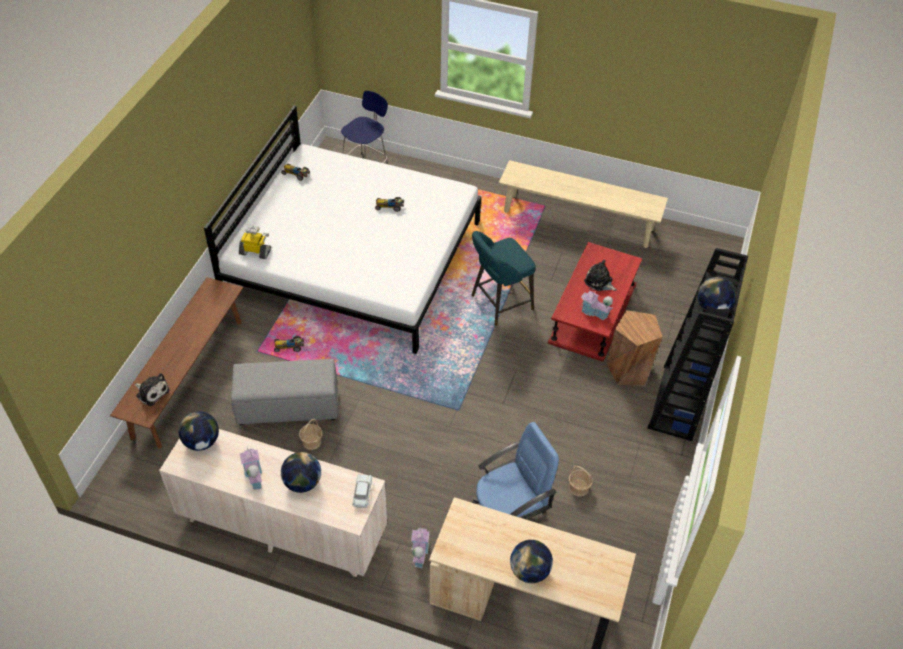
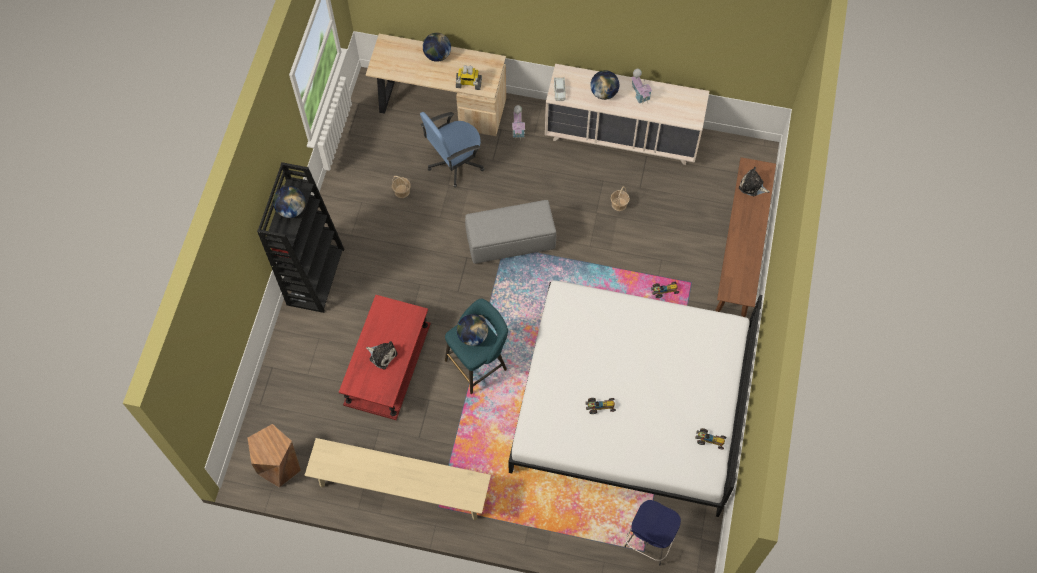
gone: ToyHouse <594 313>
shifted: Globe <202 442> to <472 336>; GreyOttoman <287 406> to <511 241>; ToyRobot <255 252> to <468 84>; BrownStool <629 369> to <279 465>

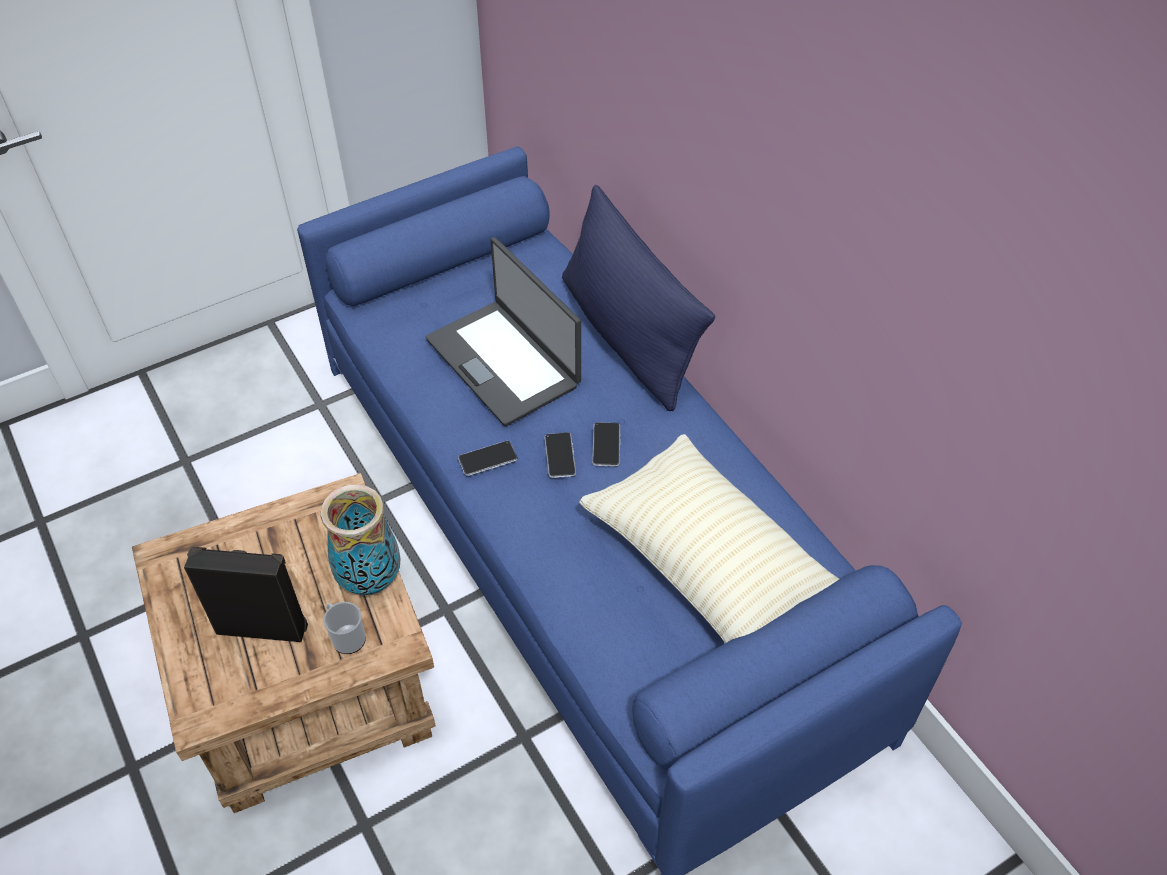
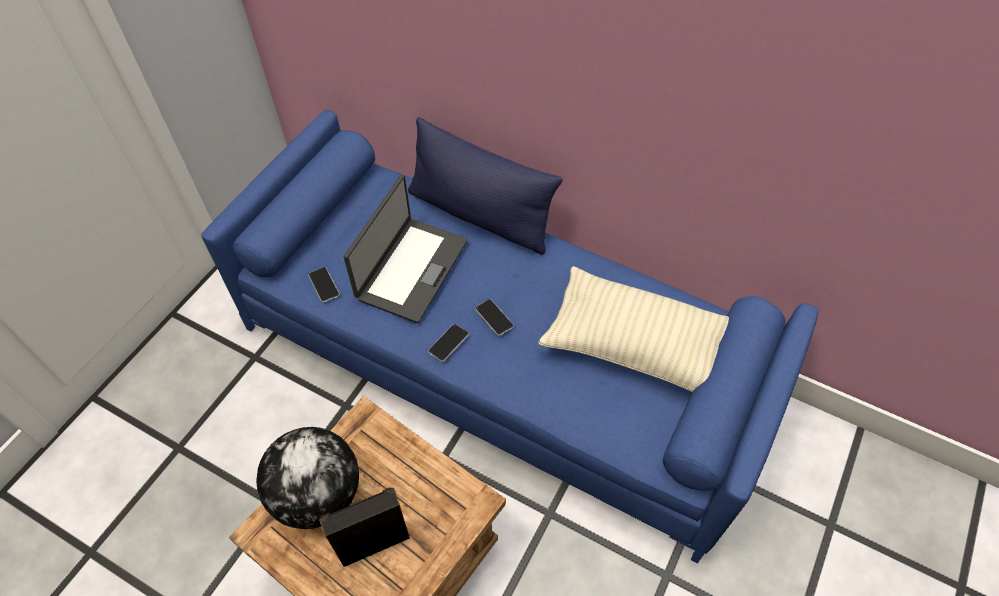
gone: Vase <370 578>; Mug <346 637>
new: Globe <318 494>
shifted: Phone <606 445> to <324 285>
rotated: Laptop <504 361> = <411 269> 90 degrees counterclockwise

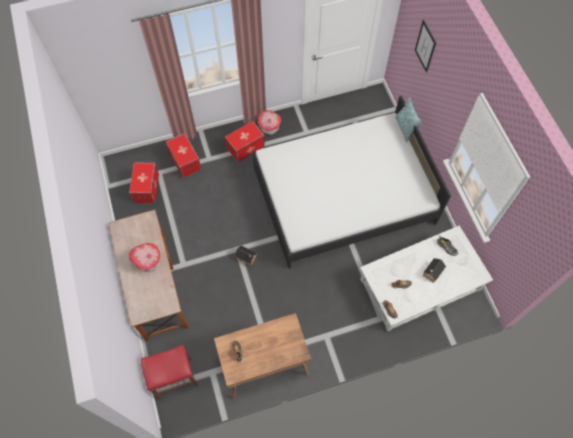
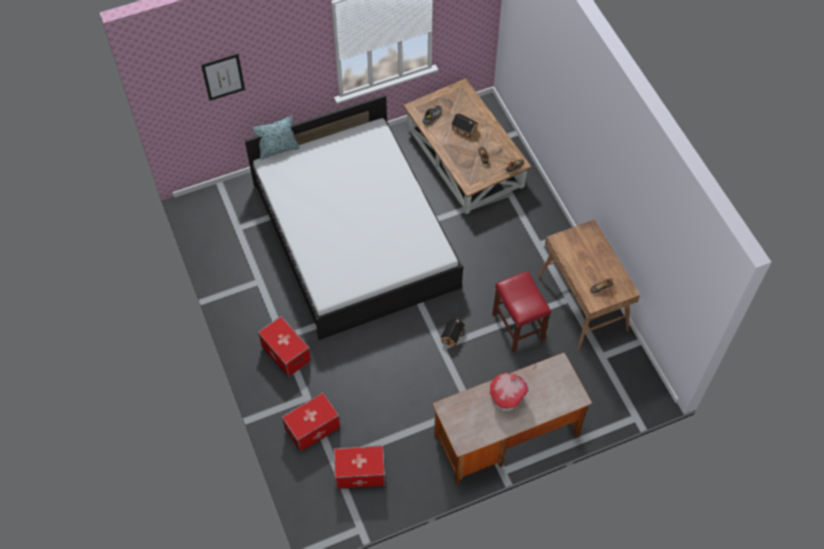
gone: ToyHouse <269 127>
shifted: RedStool <175 377> to <517 326>
repainted: WhiteCoffeeTable <420 284> to BrownCoffeeTable <463 157>

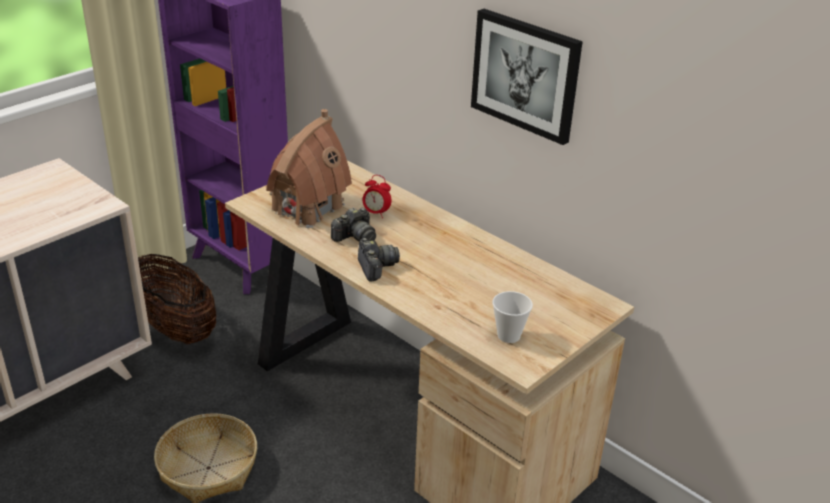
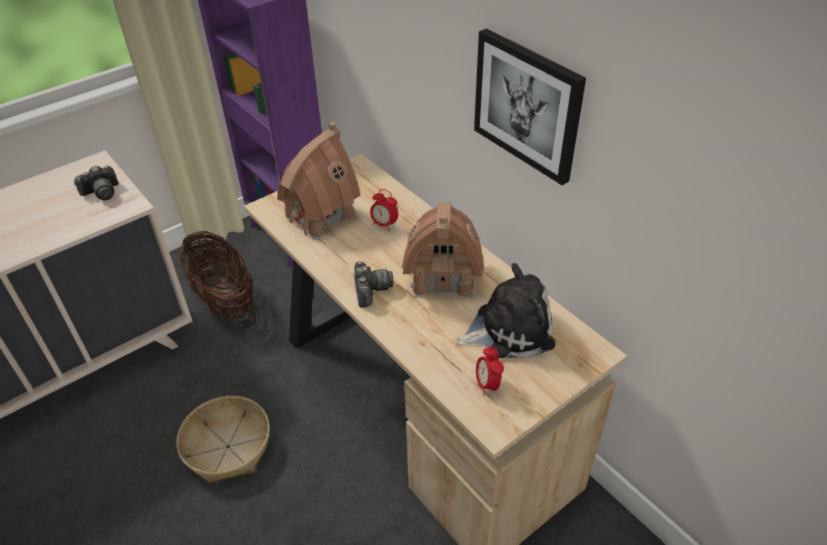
new: ToyHouse <443 277>; PlushToy <509 329>
shifted: PhotoCamera <355 237> to <101 192>
swapped: Cup <508 335> to AlarmClock <487 385>

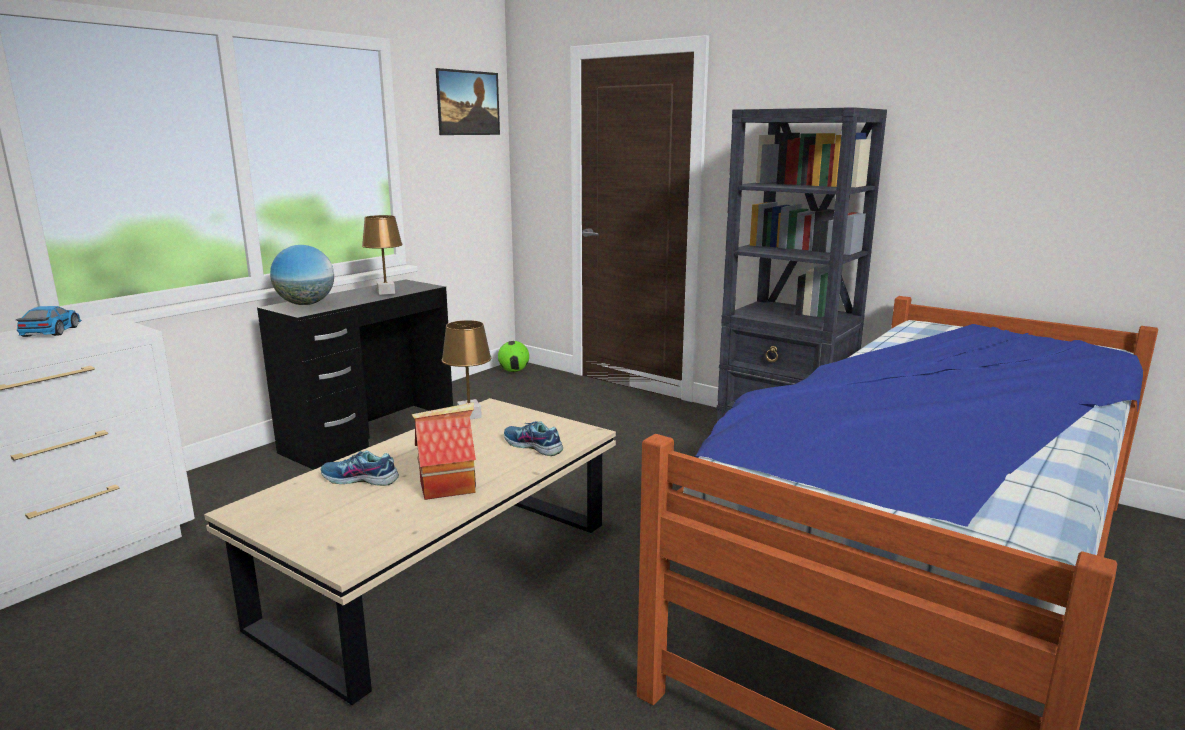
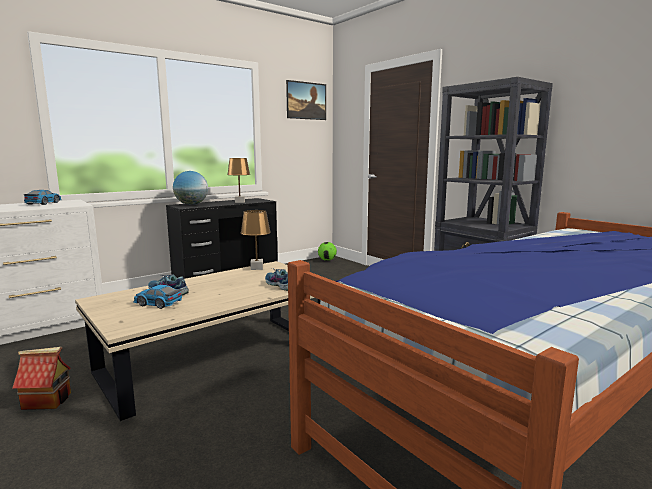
new: ToyCar <157 303>
shifted: ToyHouse <448 486> to <48 400>

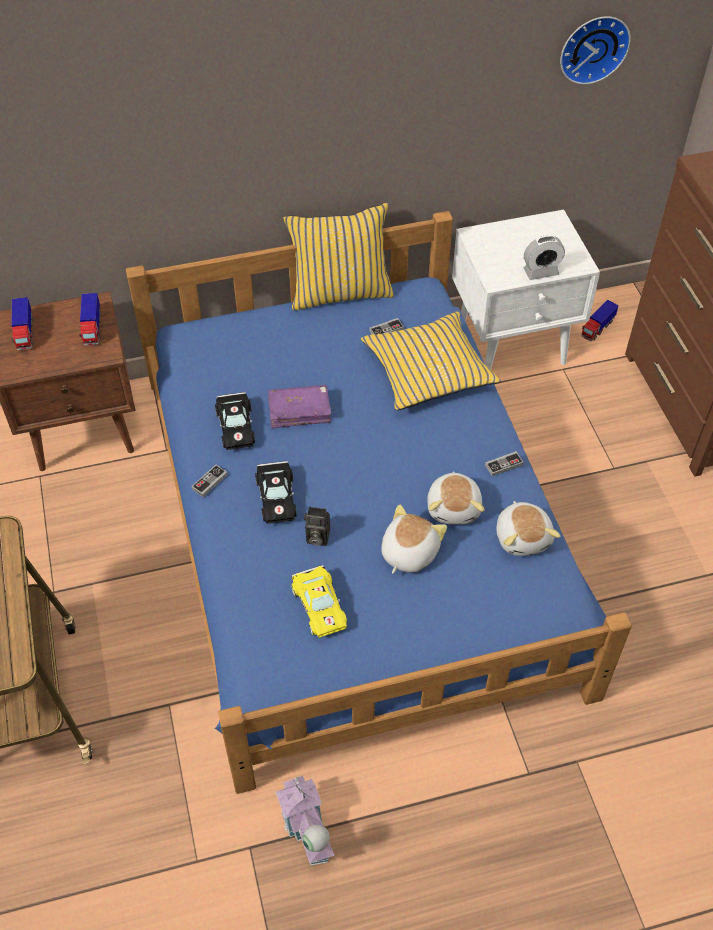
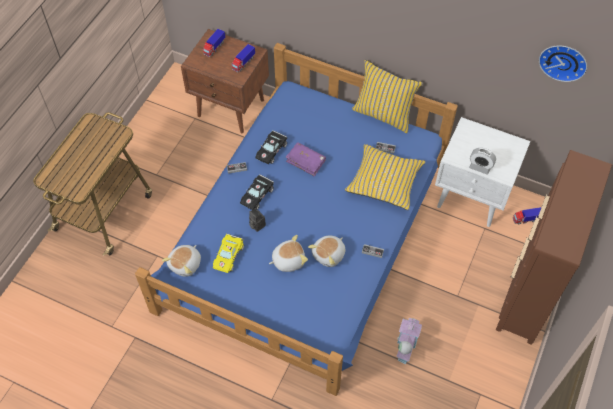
shifted: ToyHouse <306 833> to <405 346>; PlushToy <523 537> to <186 264>

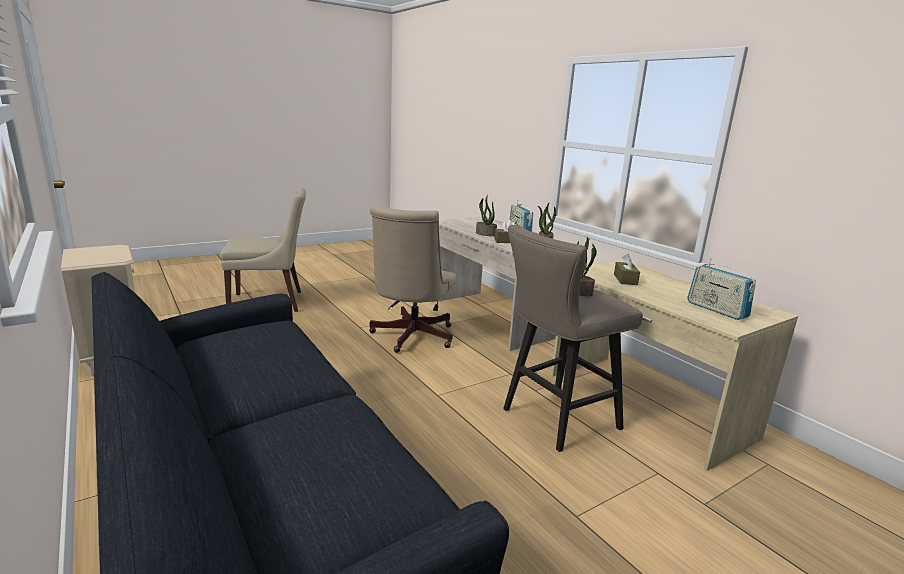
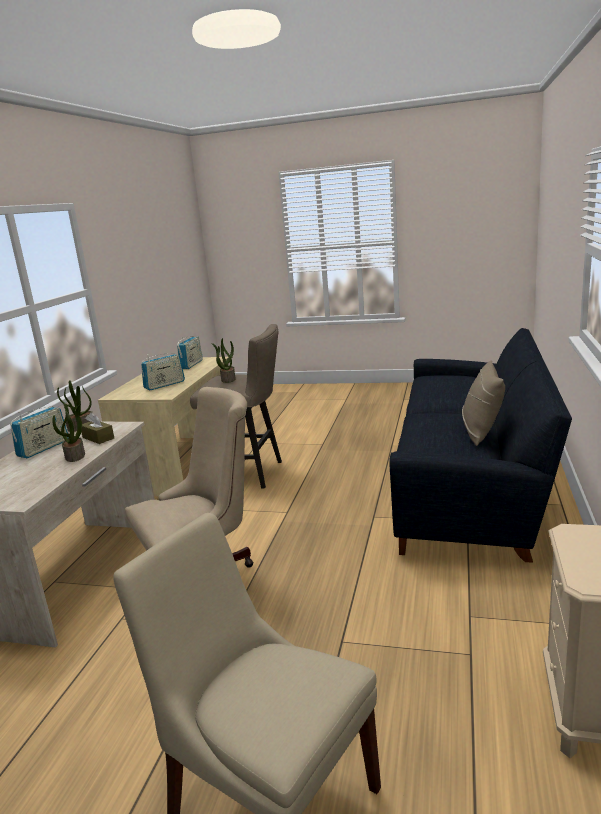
new: BeigePillow <481 432>
swapped: BrownTissueBox <625 279> to Radio <164 385>

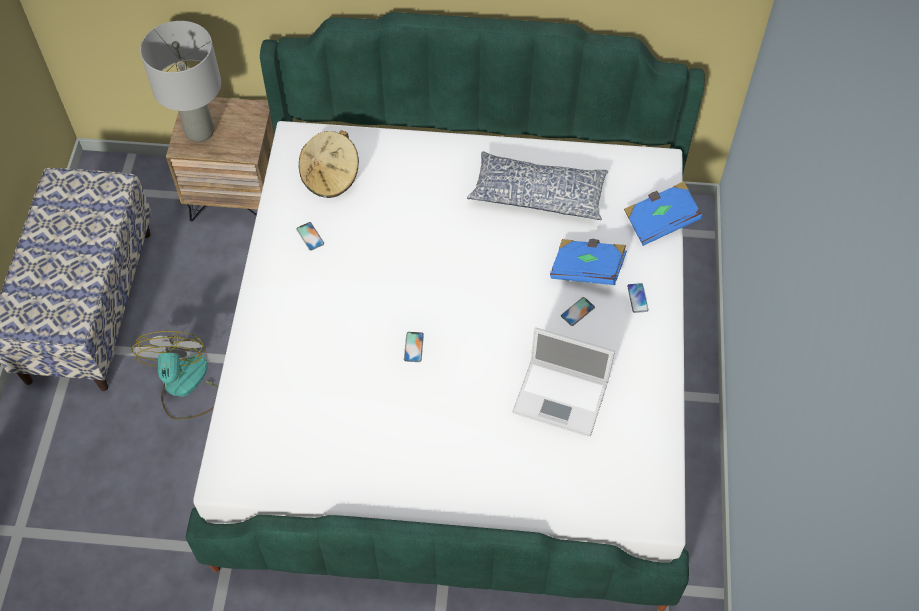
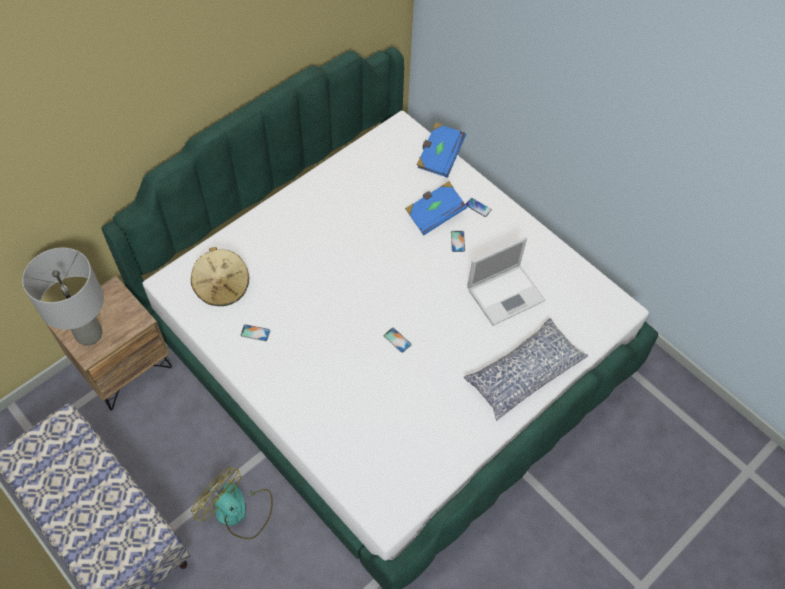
shifted: Pillow <538 194> to <523 373>

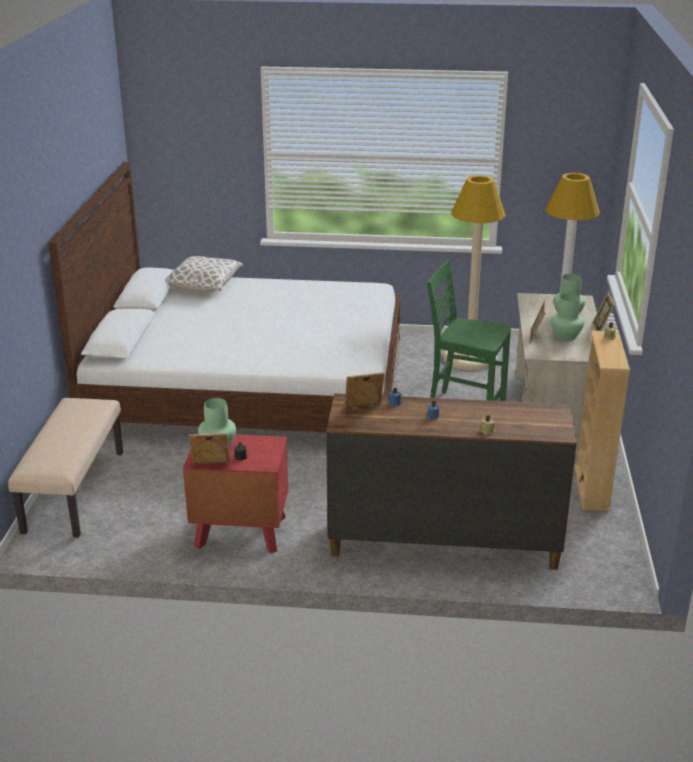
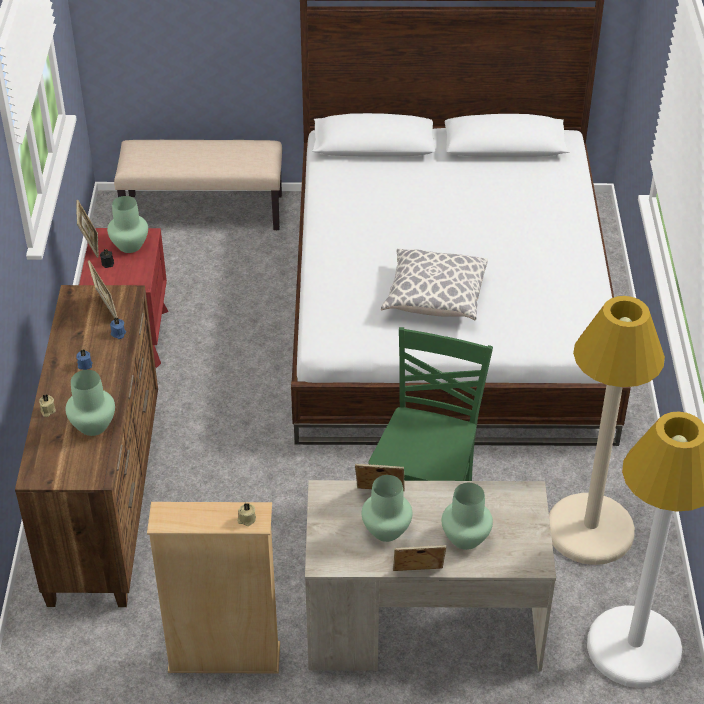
new: GreenVase <92 425>
shifted: Pillow <204 286> to <434 299>

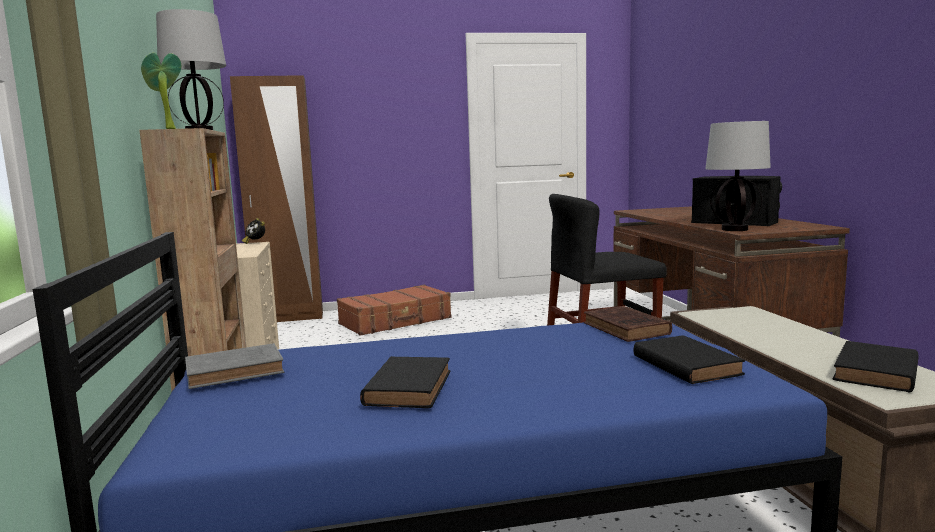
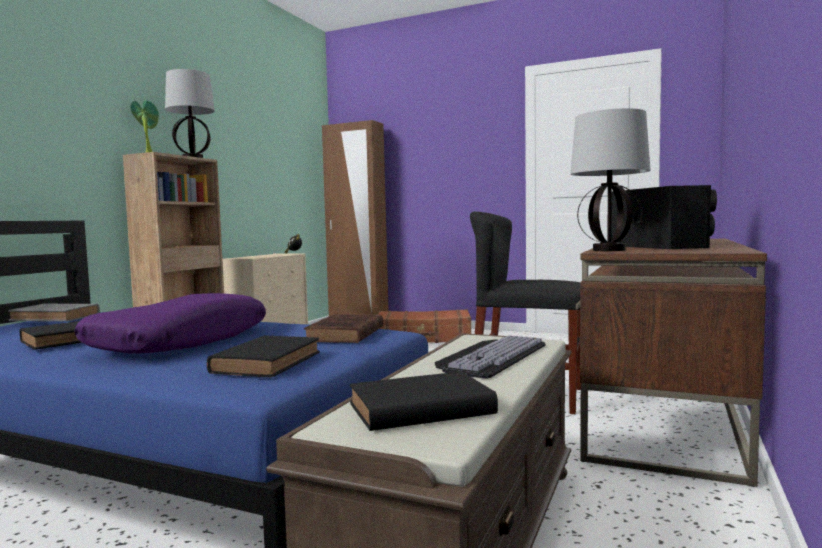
new: PurplePillow <181 341>; Keyboard <489 356>

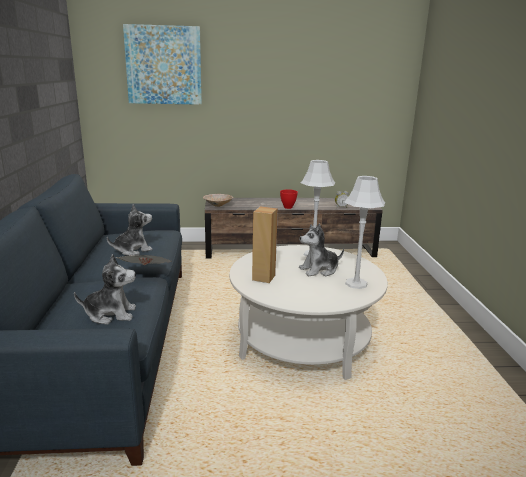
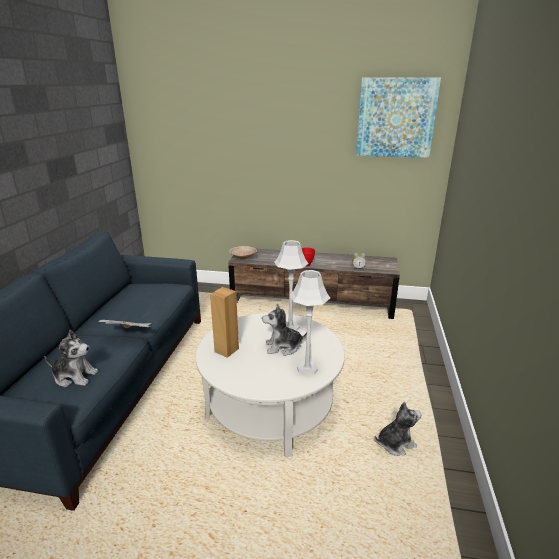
shifted: PlushToy <133 250> to <395 443>; Picture <164 65> to <396 118>

